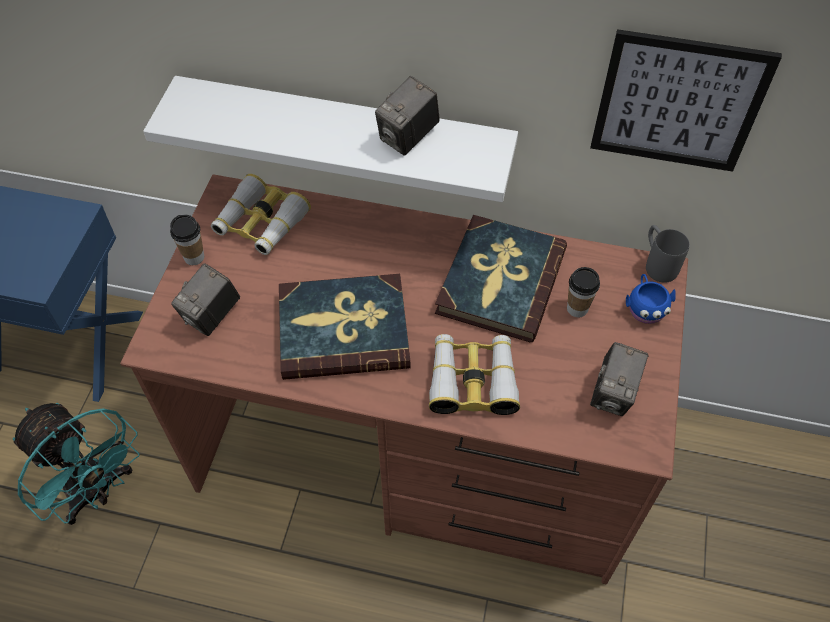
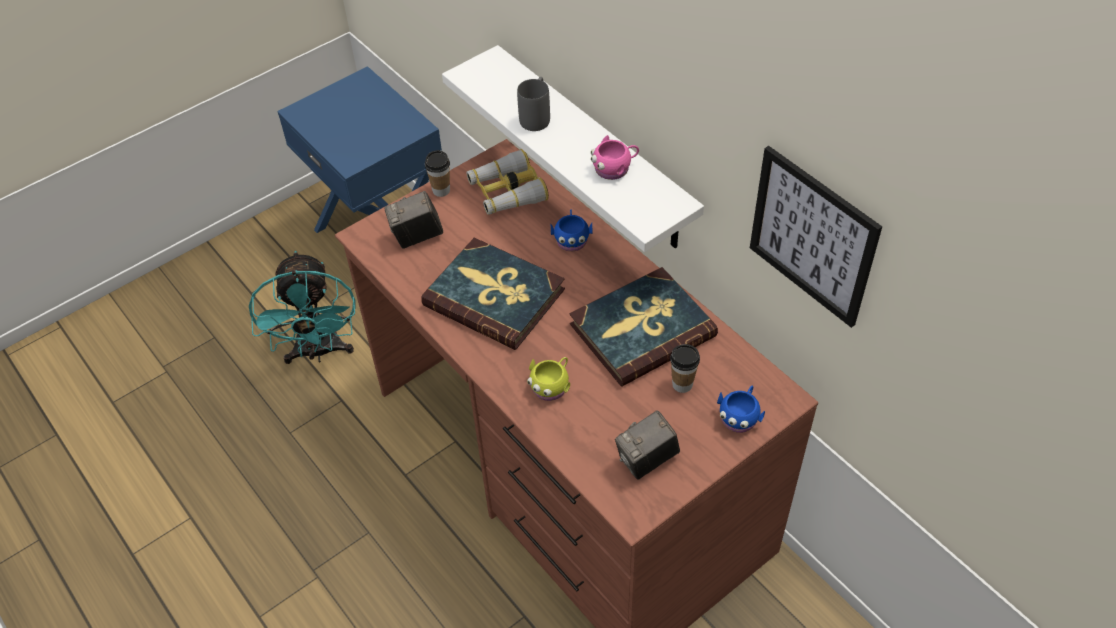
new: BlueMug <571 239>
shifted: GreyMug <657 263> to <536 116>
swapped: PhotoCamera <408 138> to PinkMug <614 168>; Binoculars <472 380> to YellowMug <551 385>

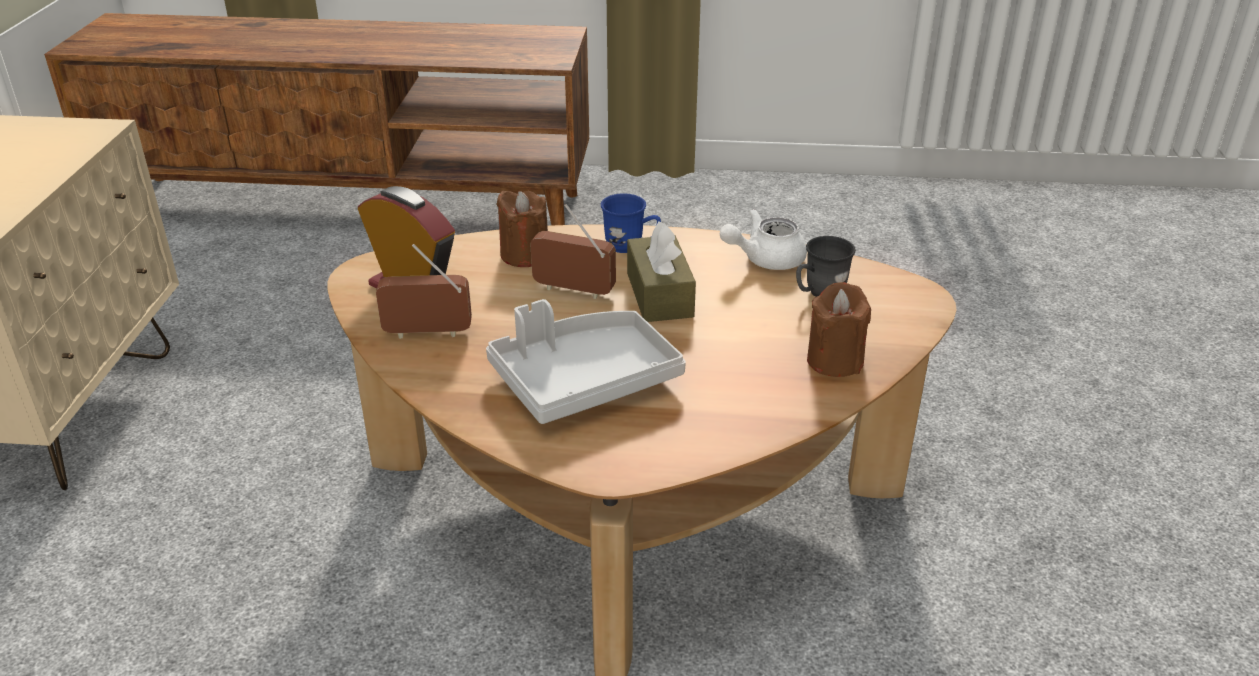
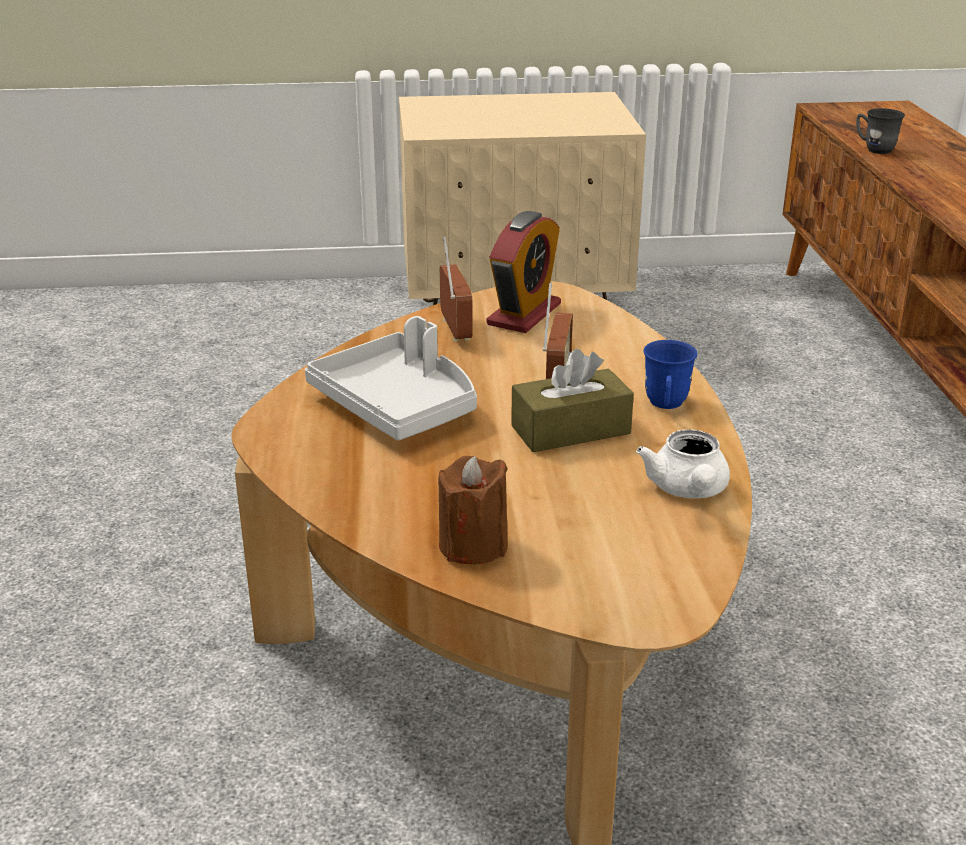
gone: BrownCandle <524 255>
shifted: GreyMug <818 294> to <874 149>
rotated: WhiteTeapot <764 259> = <688 490> 150 degrees counterclockwise

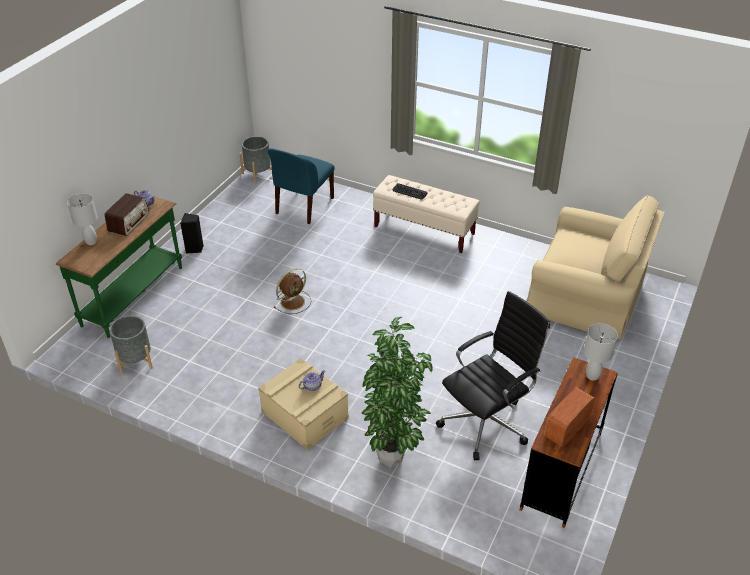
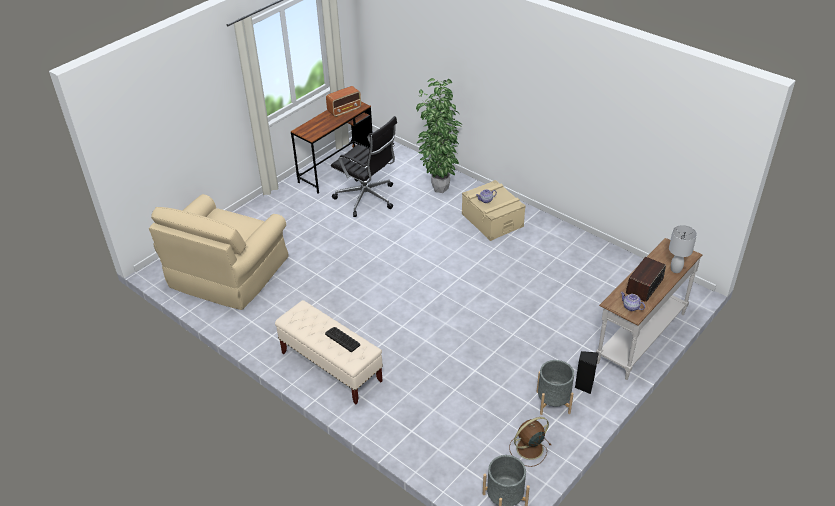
gone: BlueChair <303 206>; WhiteTableLamp <592 376>
shifted: GreyPlanter <135 360> to <553 402>; BrownFan <293 301> to <528 449>
repainted: GreenConsoleTable <134 296> to WhiteConsoleTable <640 337>
rotated: BlackOfficeChair <486 422> = <367 198> 120 degrees counterclockwise; BeigeArmchair <586 296> = <227 272> 105 degrees counterclockwise

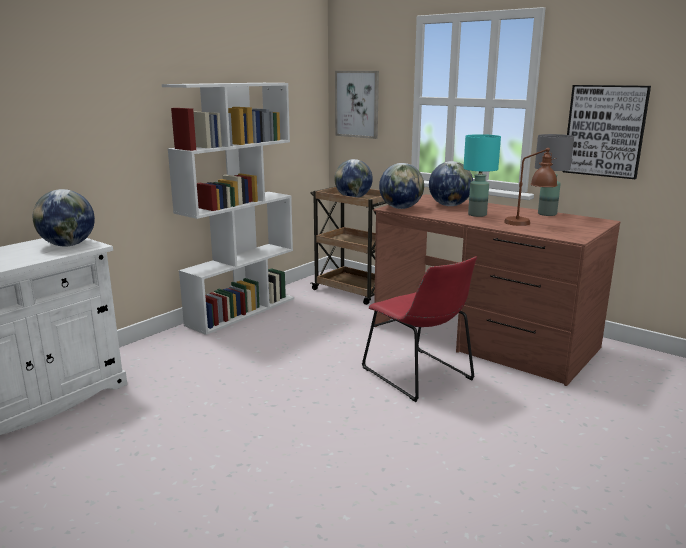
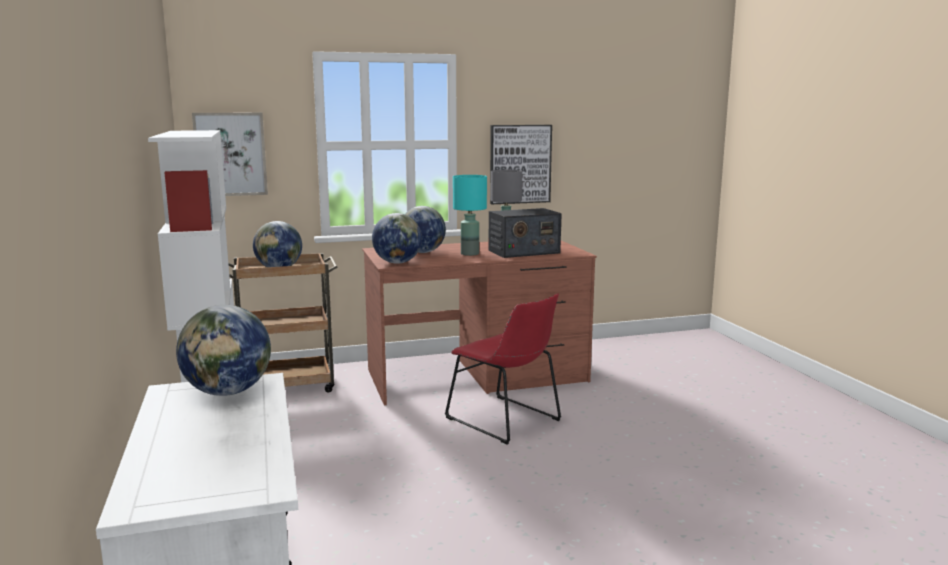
swapped: BrownTableLamp <528 224> to Radio <523 252>
rotated: RedChair <420 375> = <506 420> 45 degrees clockwise

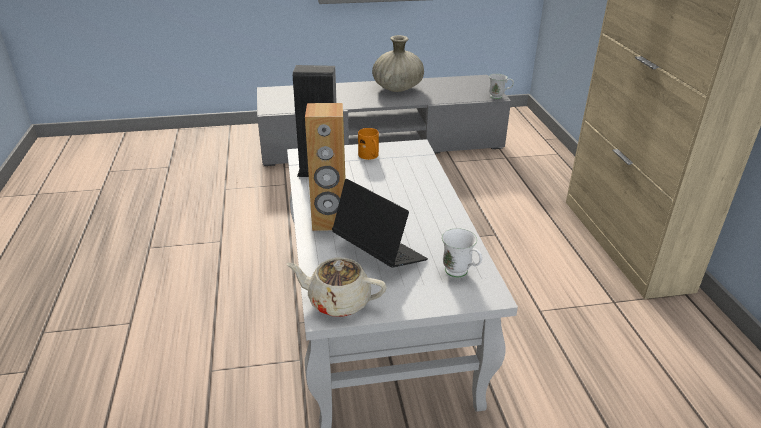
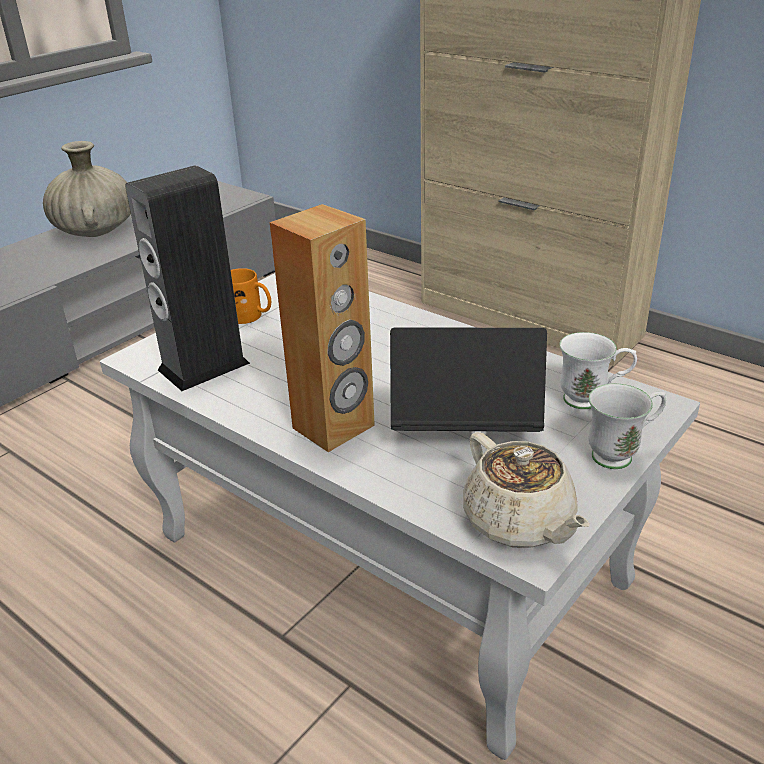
shifted: WhiteMug <499 97> to <621 455>
rotated: BeigeTeapot <338 301> = <519 522> 90 degrees counterclockwise

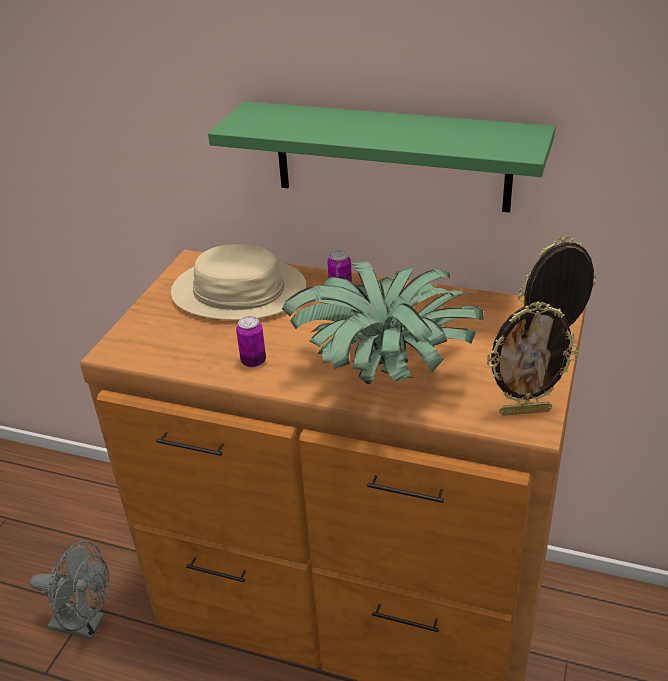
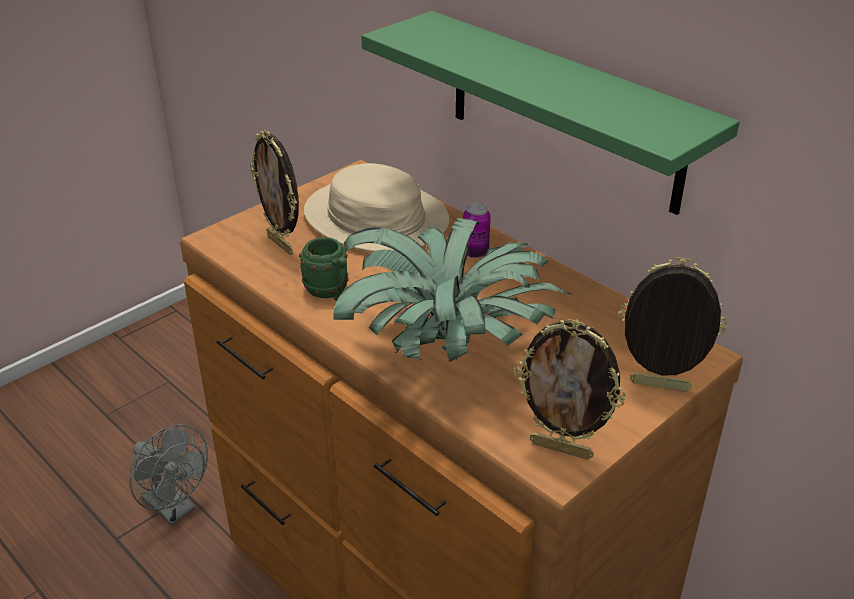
new: PictureFrame <282 244>
swapped: Can <253 361> to GreenMug <330 293>

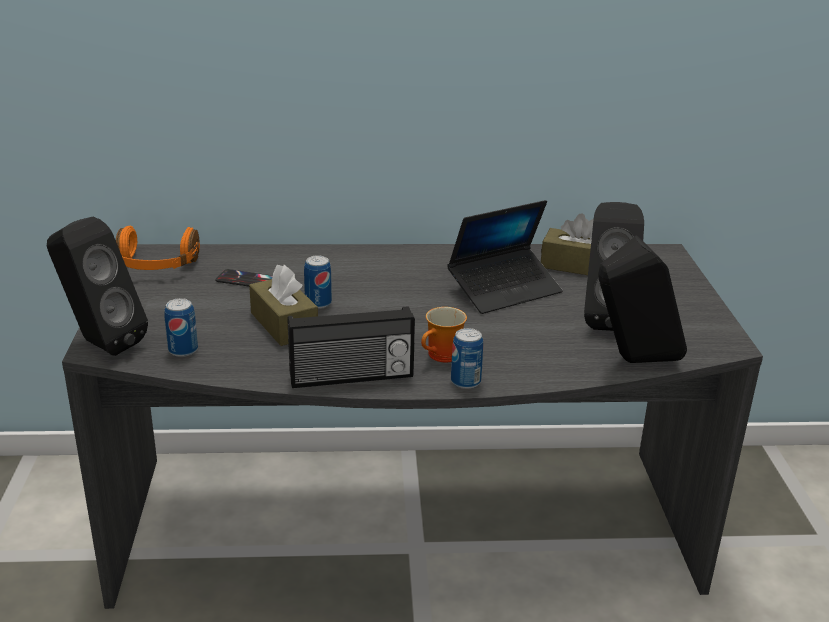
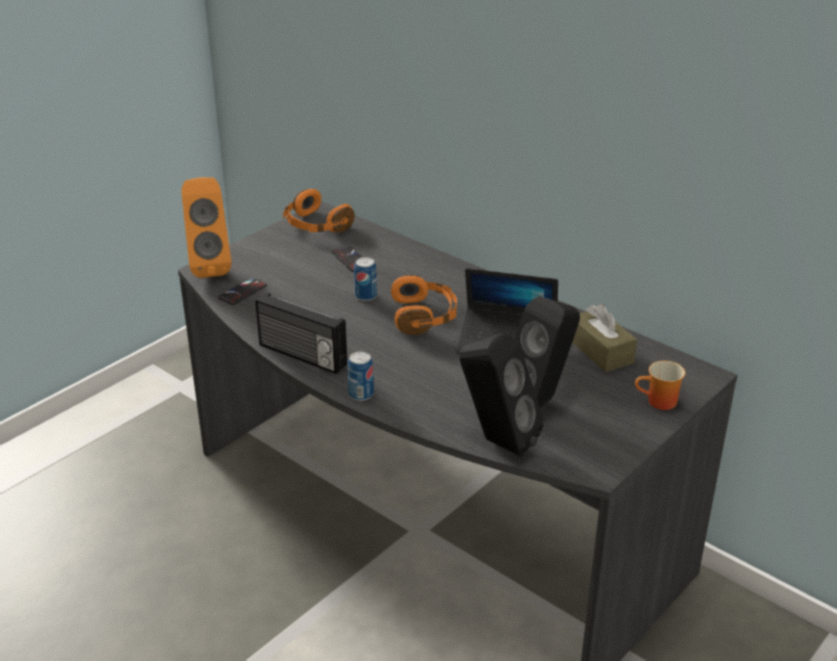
gone: BrownTissueBox <284 324>
new: OrangeHeadphones <424 316>
shifted: Mug <443 356> to <659 403>
swapped: Can <183 350> to Phone <242 292>
repainted: BlackSpeaker <100 343> to OrangeSpeaker <209 267>

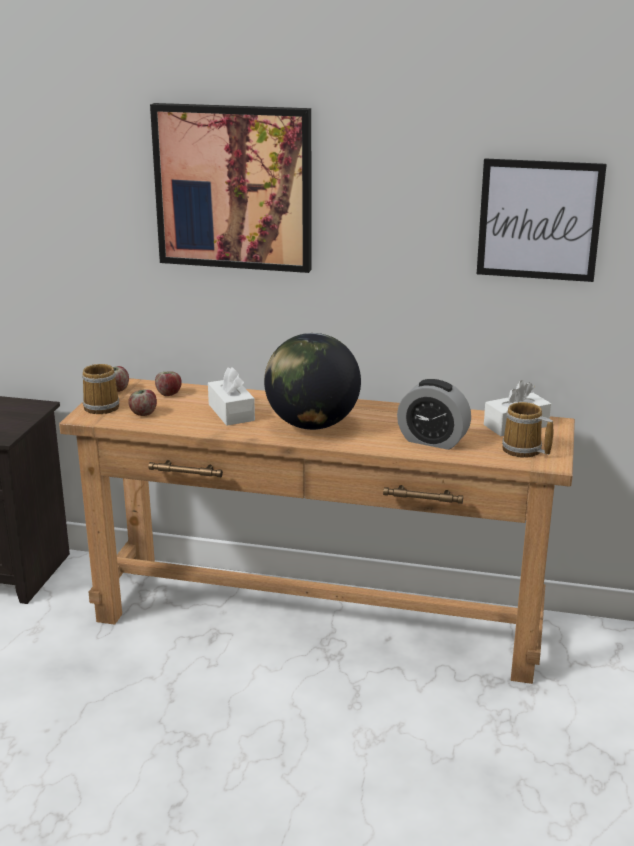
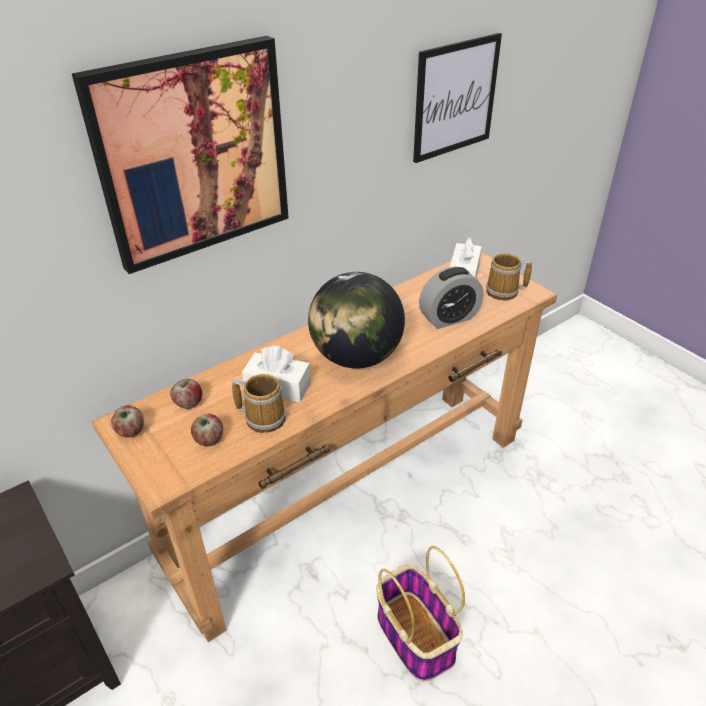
new: Basket <414 635>
shifted: Mug <102 406> to <263 417>

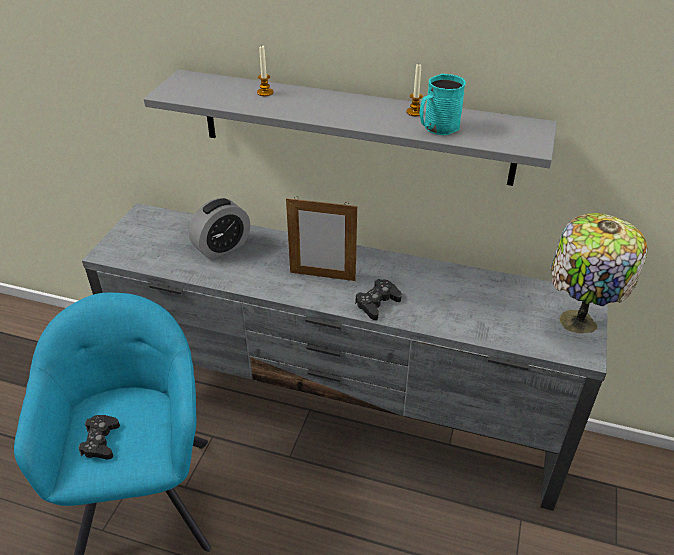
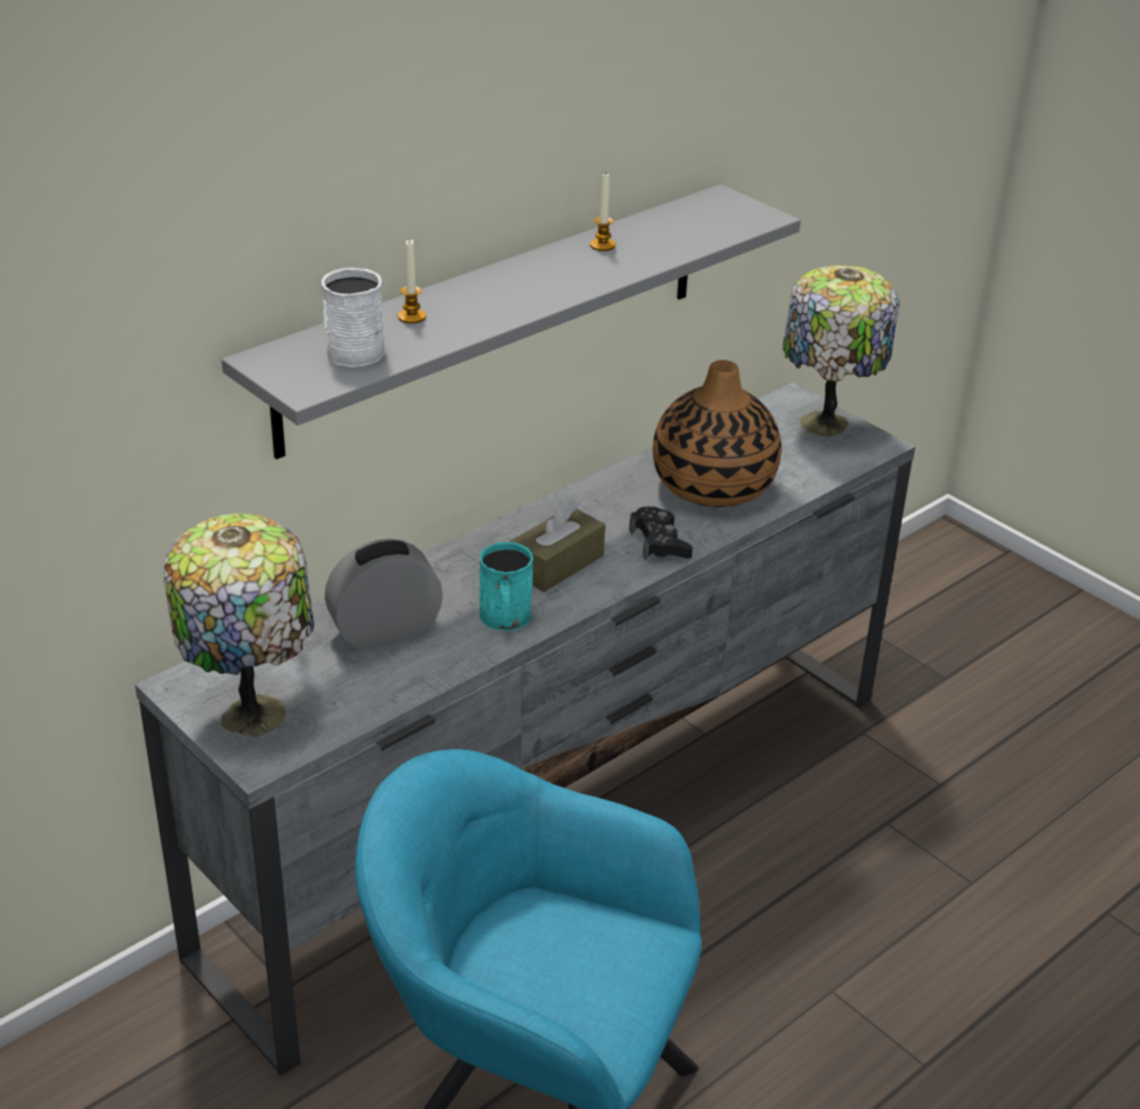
gone: BlackGameController <101 441>
new: TableLamp <253 711>; WhiteMug <358 348>; Vase <714 485>
shifted: TurquoiseMug <437 128> to <505 620>
swapped: PictureFrame <322 276> to BrownTissueBox <557 564>
rotated: AlarmClock <222 247> = <385 630> 105 degrees counterclockwise

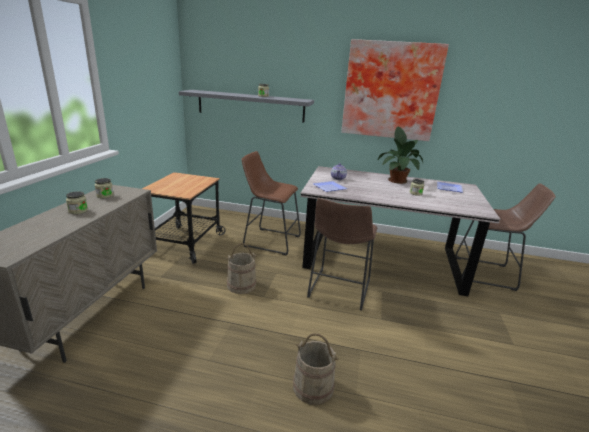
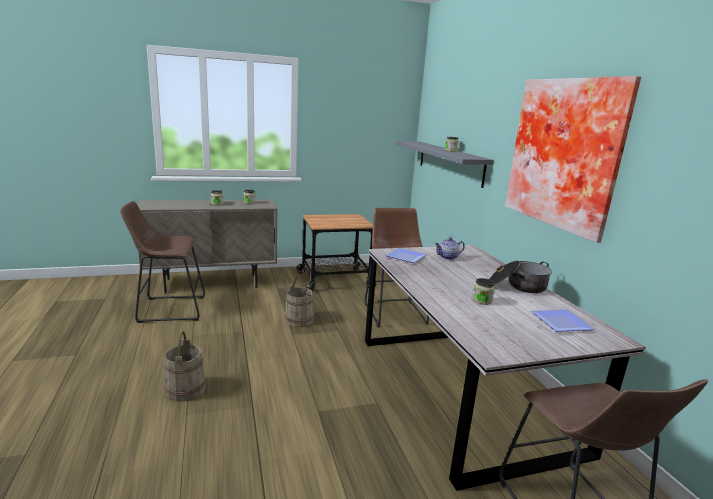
shifted: BrownStool <338 290> to <167 309>
swapped: PottedPlant <397 180> to CookingPot <517 286>

